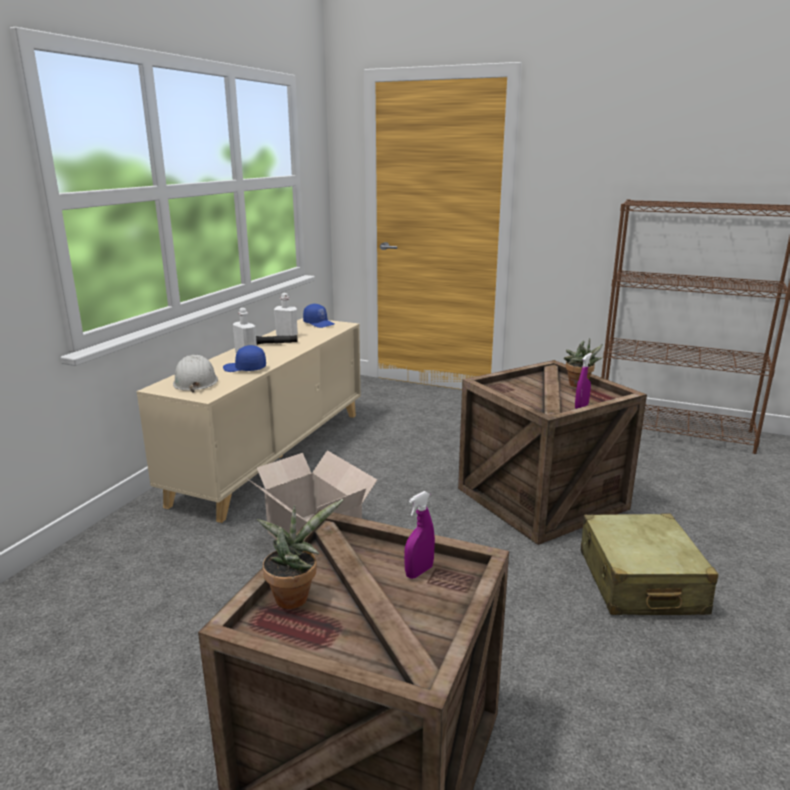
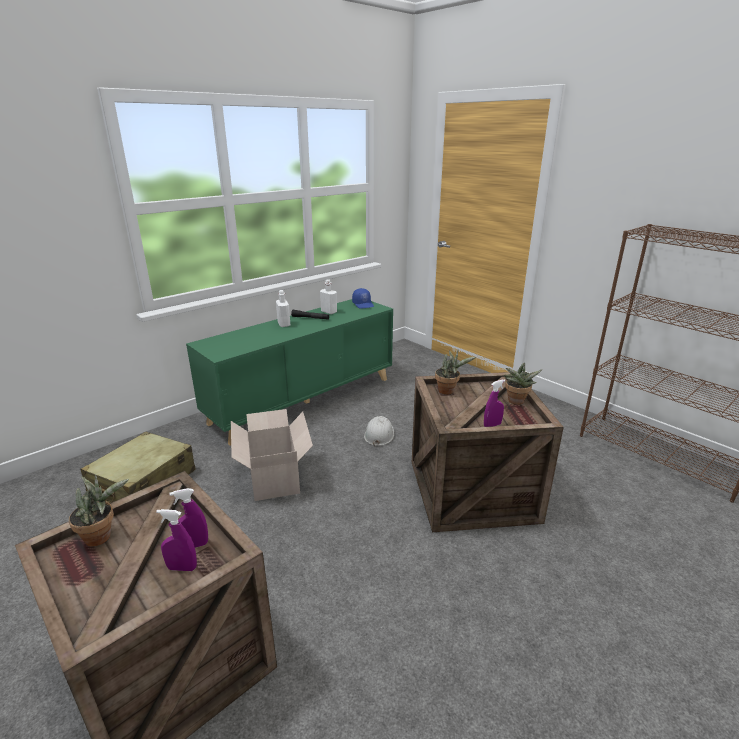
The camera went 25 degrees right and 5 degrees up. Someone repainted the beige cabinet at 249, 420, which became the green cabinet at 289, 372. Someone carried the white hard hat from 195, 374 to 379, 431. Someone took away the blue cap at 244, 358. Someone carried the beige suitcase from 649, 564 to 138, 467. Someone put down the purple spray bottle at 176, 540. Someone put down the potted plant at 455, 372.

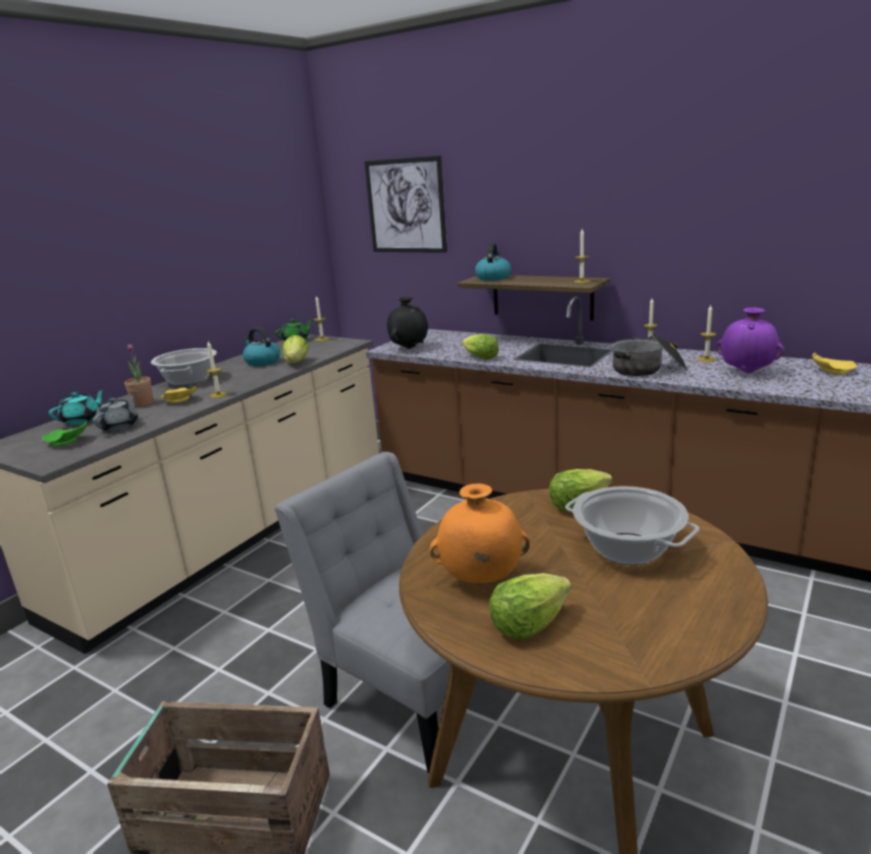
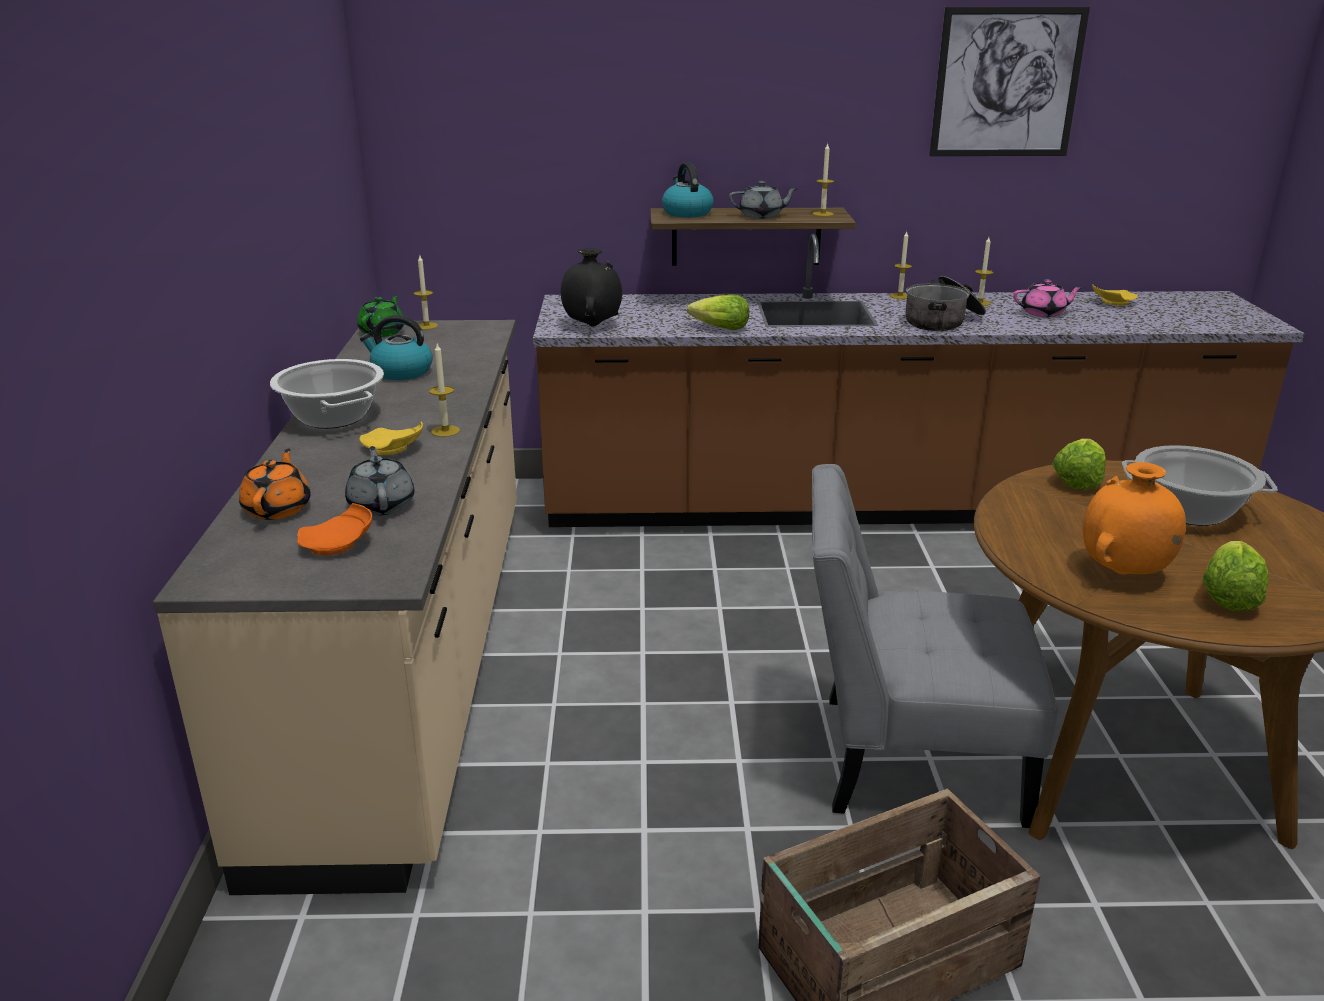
The camera went 35 degrees left and 5 degrees up. Someone repainted the green plate at 64, 433, which became the orange plate at 334, 529. Someone repainted the turquoise teapot at 77, 407, which became the orange teapot at 275, 484. Someone took away the potted plant at 139, 375. Someone took away the lettuce at 296, 349. Someone carried the picture from 405, 204 to 1009, 81. Someone swapped the purple vase at 750, 340 for the pink teapot at 1048, 298. Someone put down the grey teapot at 763, 200.

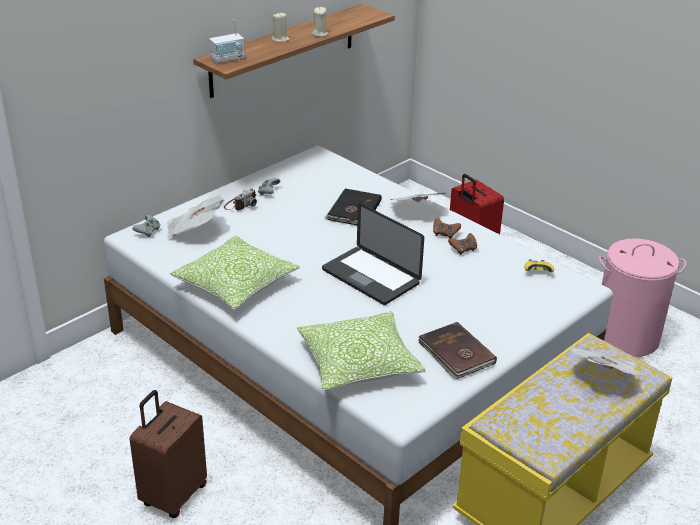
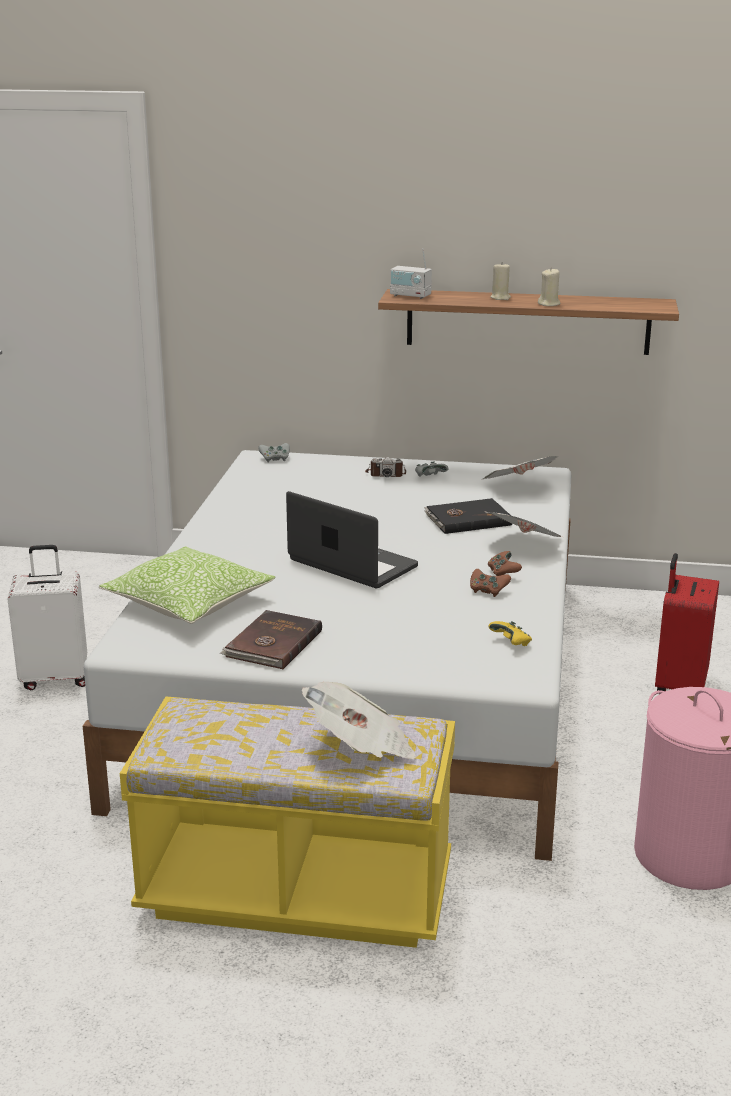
The camera went 55 degrees right and 10 degrees down. Someone repainted the brown suitcase at 168, 454, which became the white suitcase at 47, 617. Someone carried the newspaper from 196, 216 to 520, 467. Someone took away the pillow at 235, 272. Someone rotated the laptop at 373, 254 by 120 degrees clockwise.

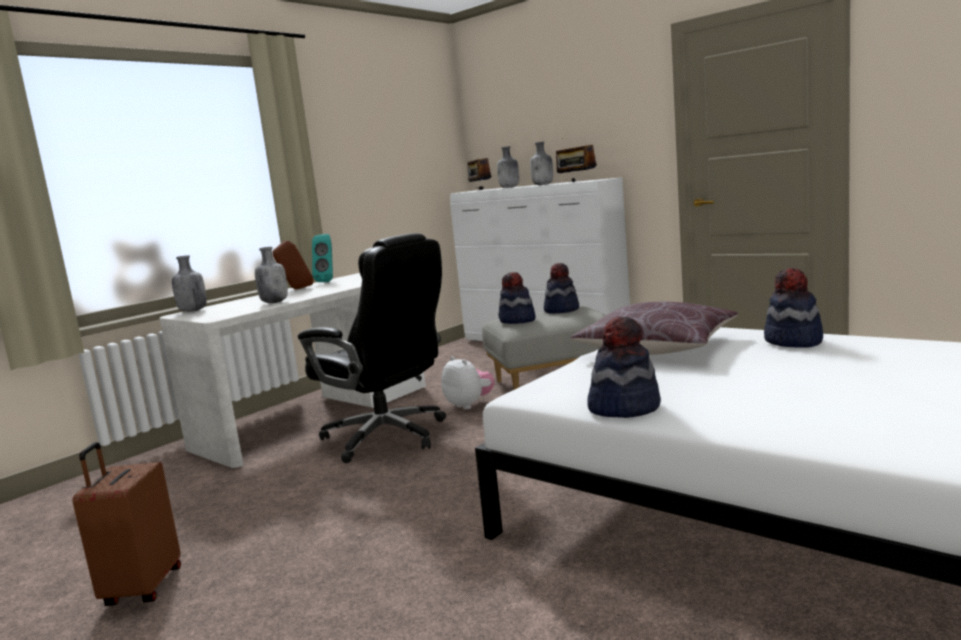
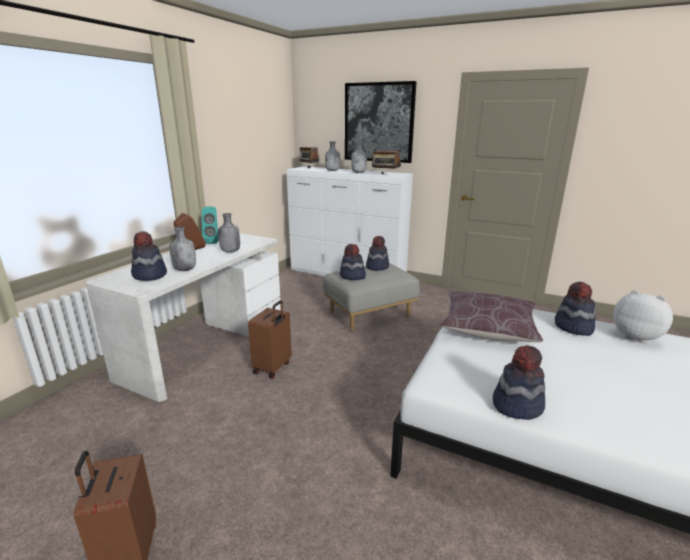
The camera went 15 degrees left and 10 degrees up. Someone carried the grey bottle from 189, 283 to 229, 233. Someone swapped the black office chair at 372, 348 for the brown suitcase at 270, 339. Someone carried the plush toy from 468, 383 to 643, 316. Someone put down the hat at 149, 256. Someone put up the picture at 381, 122.

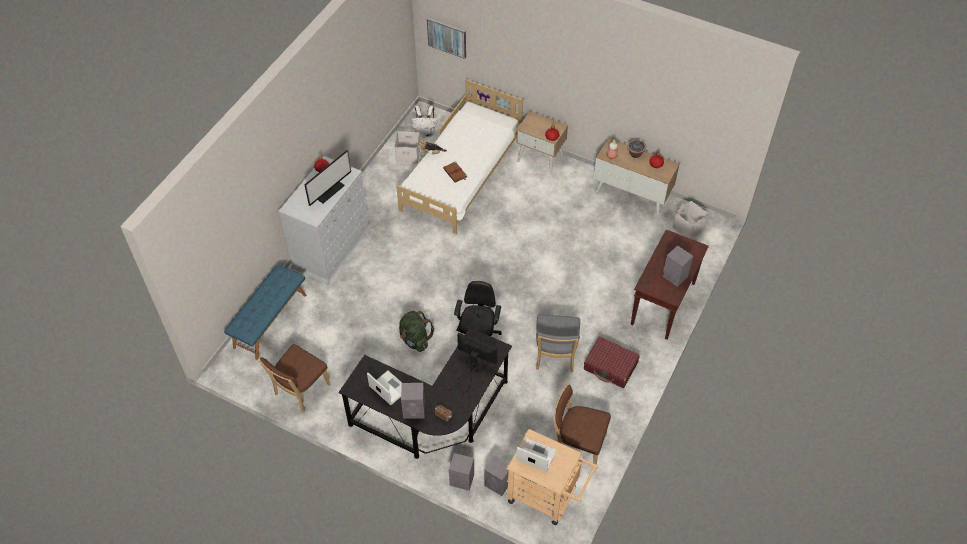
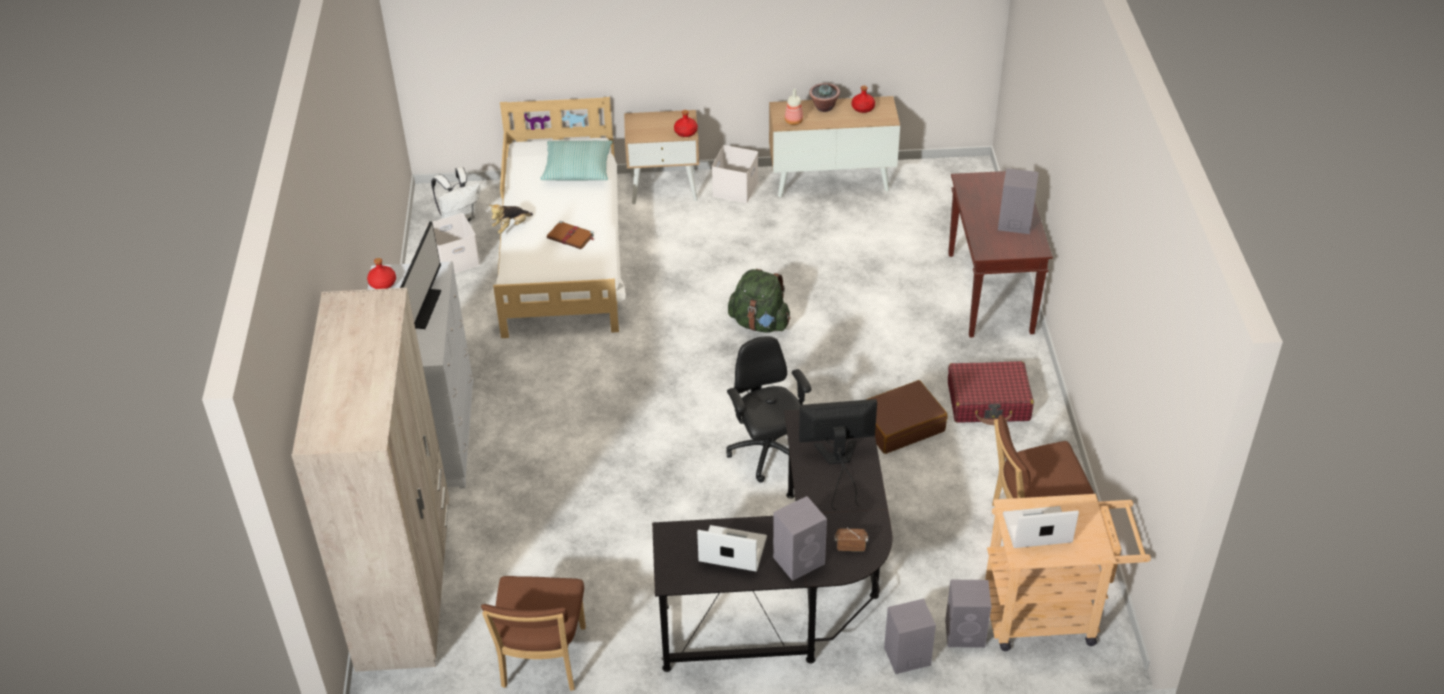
The camera went 30 degrees left and 10 degrees down. Someone swapped the blue bench at 265, 312 for the beige wardrobe at 370, 480. Someone carried the green backpack from 416, 331 to 759, 301. Someone took away the picture at 446, 38. Someone swapped the grey chair at 558, 343 for the brown suitcase at 906, 417. Someone carried the white storage box from 690, 220 to 735, 174. Someone put down the pillow at 576, 160.

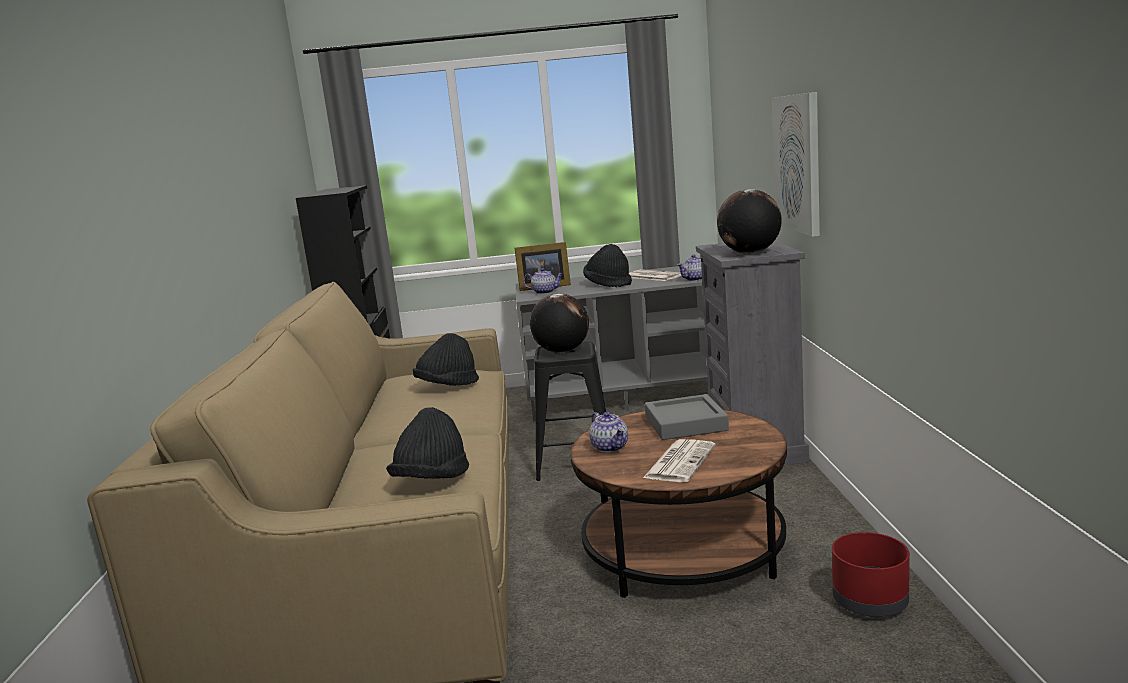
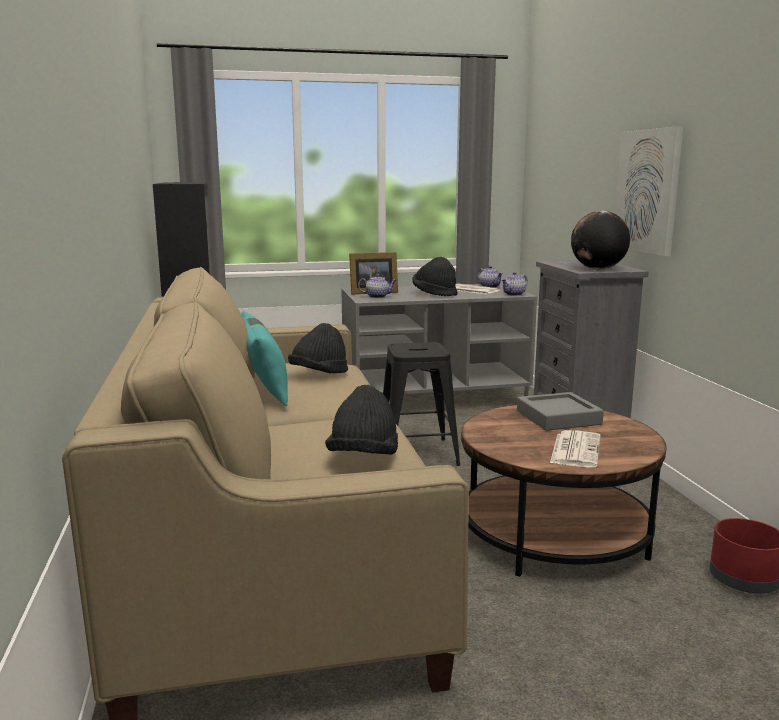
The camera went 10 degrees left and 0 degrees up. Someone took away the globe at 559, 323. Someone carried the teapot from 608, 432 to 490, 277. Someone put down the turquoise pillow at 264, 358.

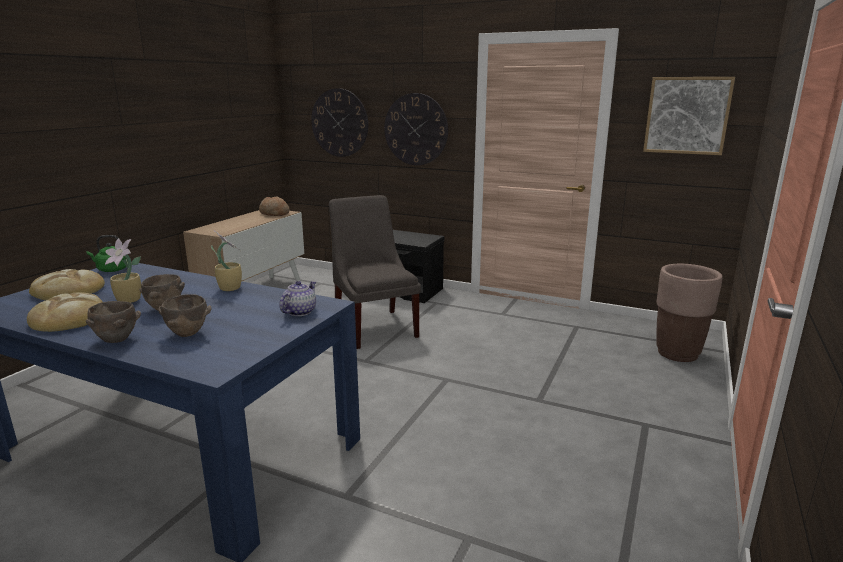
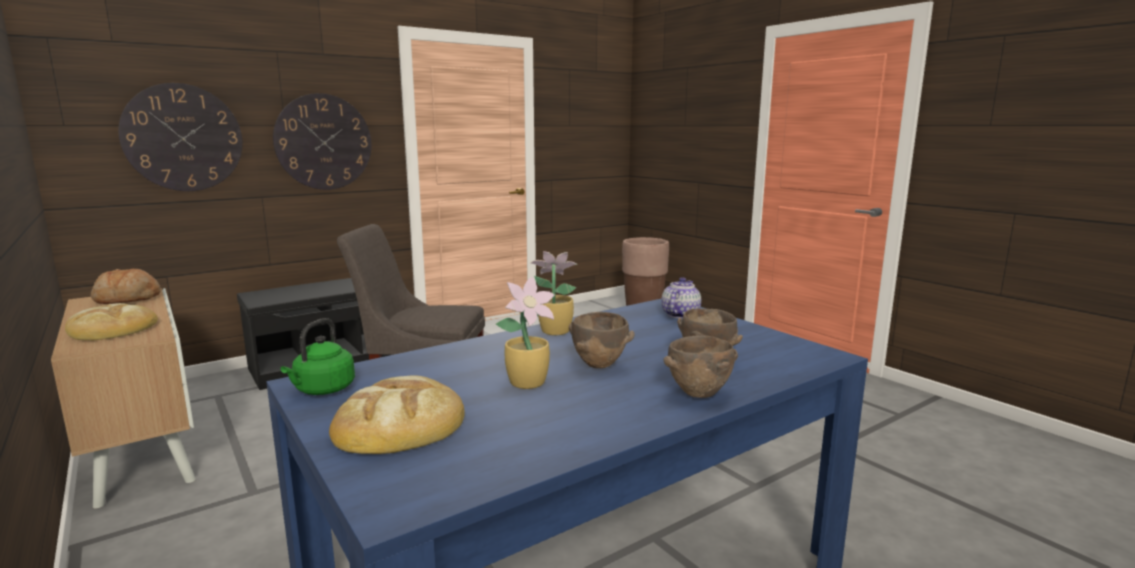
The camera went 60 degrees left and 5 degrees down. Someone carried the bread from 64, 312 to 111, 322. Someone rotated the teapot at 297, 298 by 60 degrees clockwise. Someone took away the picture at 689, 116.

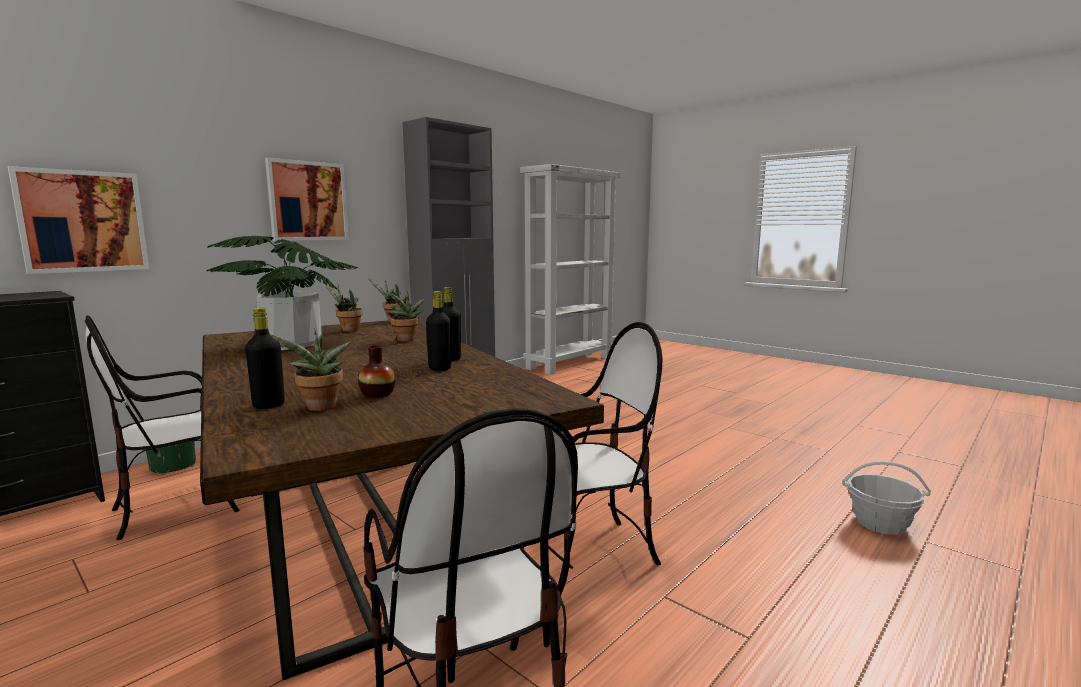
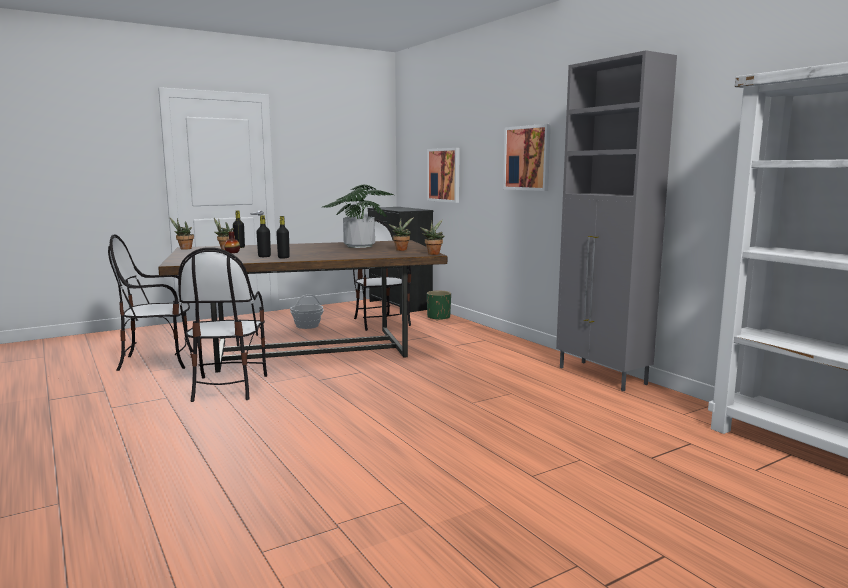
The camera went 105 degrees right and 0 degrees up. Someone carried the potted plant from 406, 316 to 181, 233. Someone carried the basket from 886, 498 to 307, 311.

